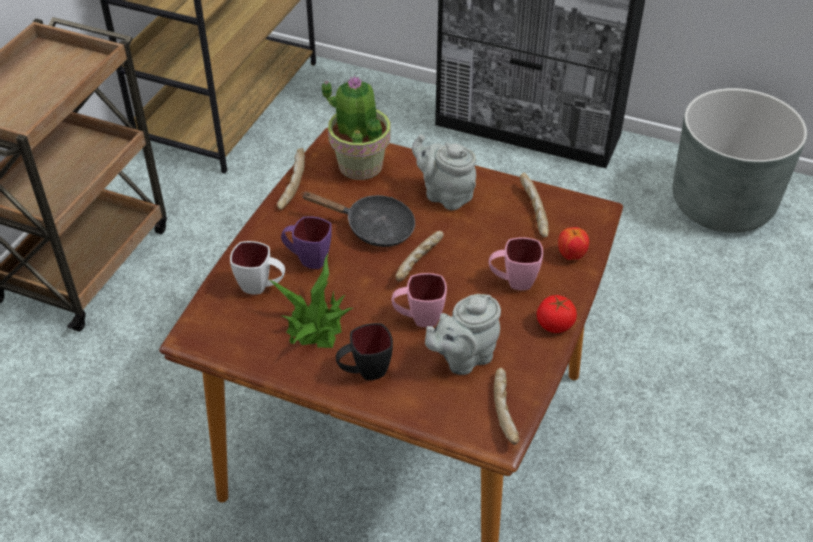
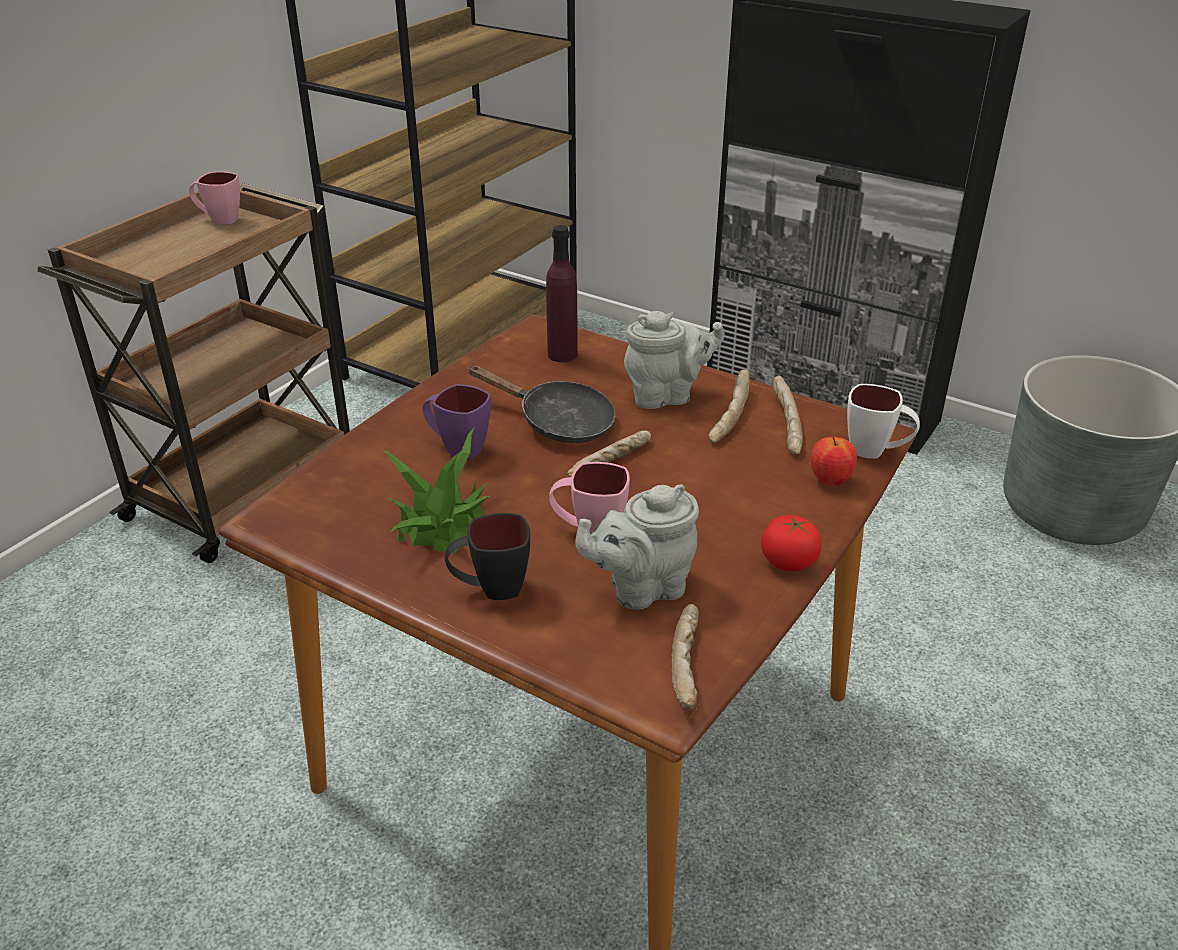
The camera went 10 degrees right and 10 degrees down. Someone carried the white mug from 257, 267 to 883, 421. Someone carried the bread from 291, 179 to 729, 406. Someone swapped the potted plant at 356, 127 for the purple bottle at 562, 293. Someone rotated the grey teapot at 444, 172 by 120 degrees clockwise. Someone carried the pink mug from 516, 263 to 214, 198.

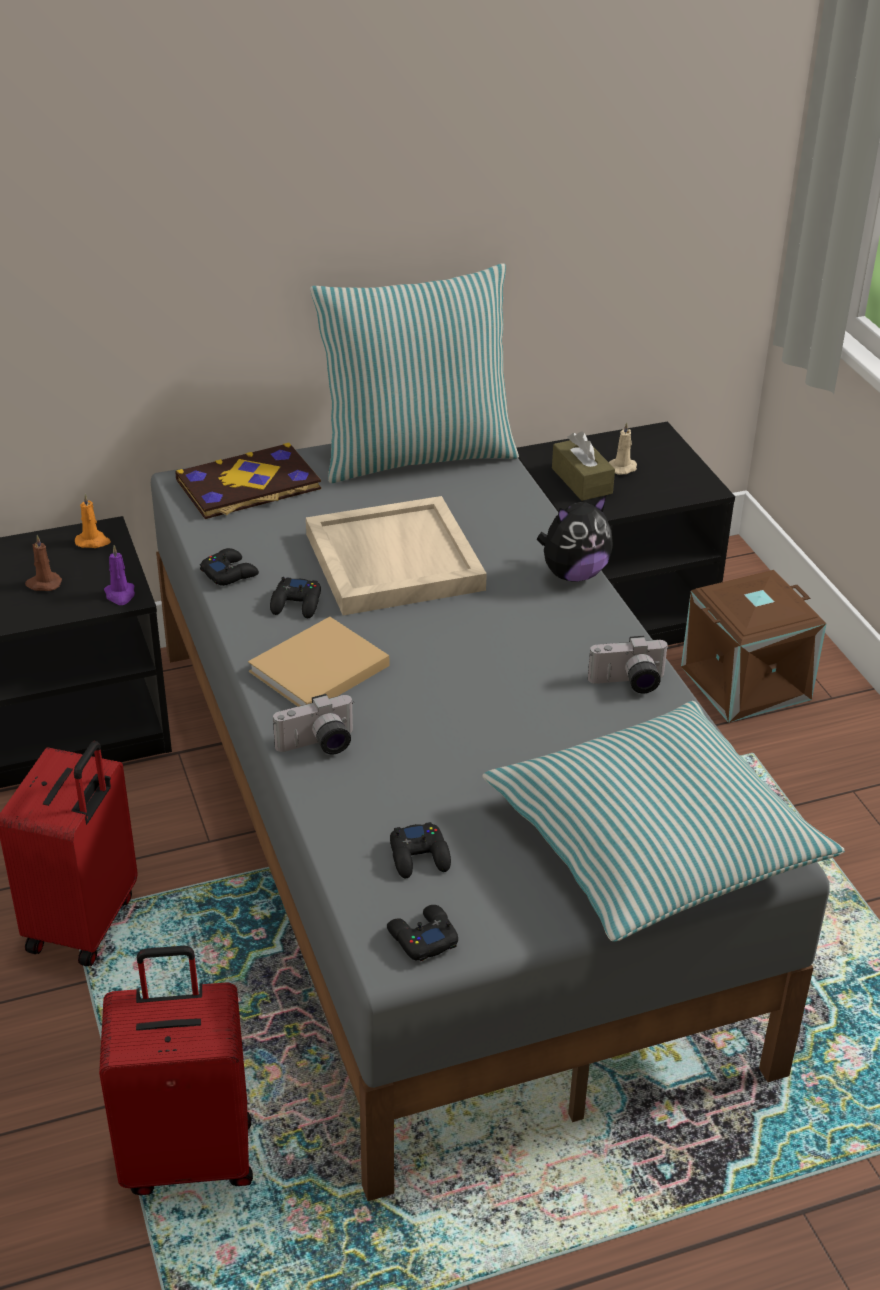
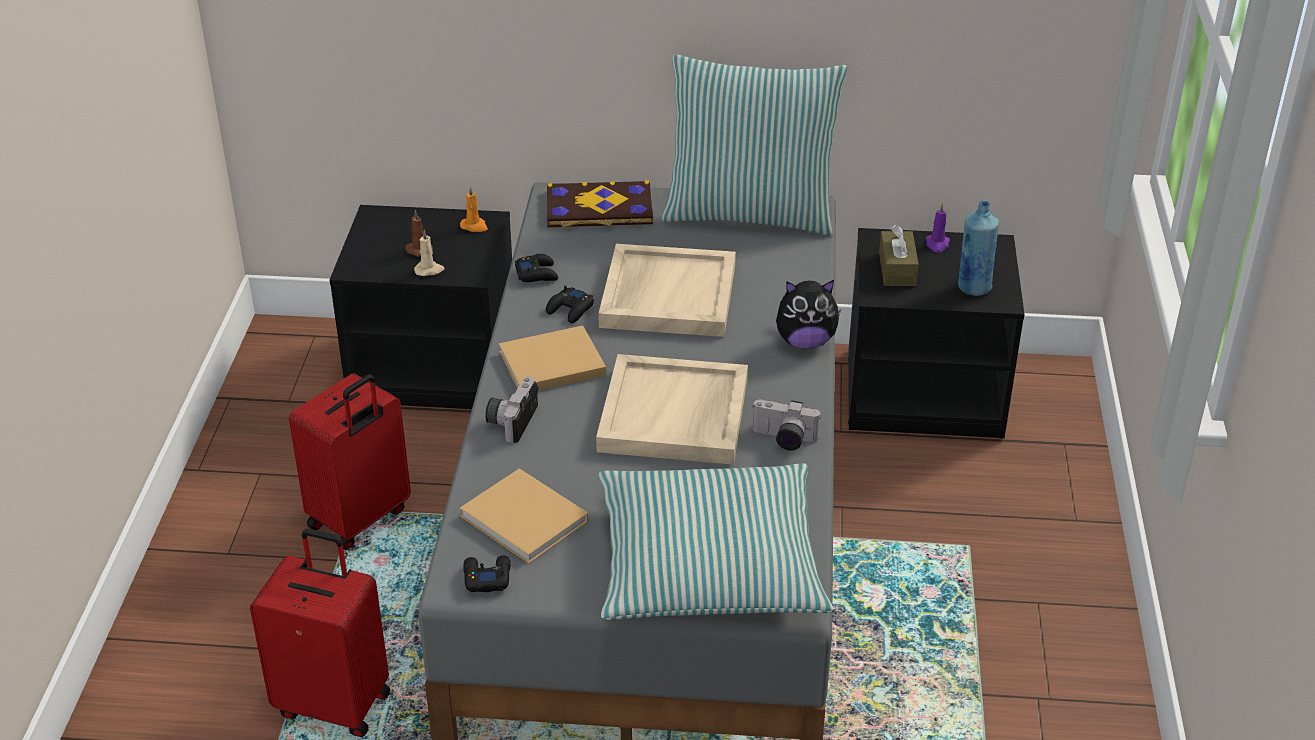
The camera went 25 degrees right and 0 degrees up. Someone carried the purple candle from 119, 575 to 938, 228. Someone rotated the photo camera at 313, 724 by 105 degrees clockwise. Someone swapped the black game controller at 420, 850 for the beige book at 524, 516. Someone carried the beige candle from 623, 448 to 429, 253. Someone took away the brown storage box at 754, 646. Someone put down the beige tray at 672, 409. Someone put down the blue bottle at 978, 248.

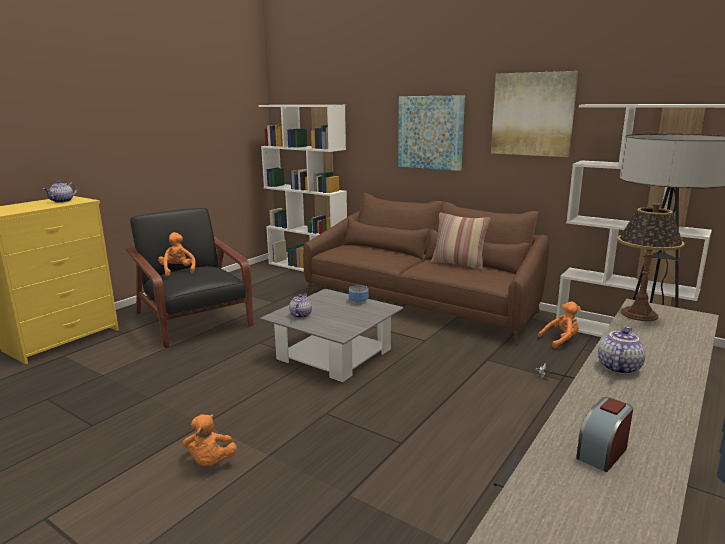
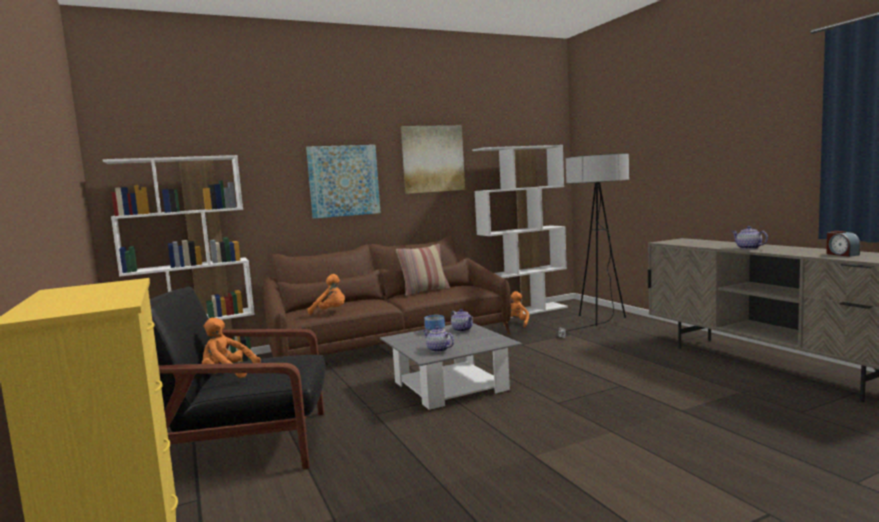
The camera went 60 degrees left and 10 degrees down. Someone carried the teapot from 60, 192 to 462, 320. Someone carried the orange plush toy from 210, 440 to 326, 294. Someone took away the table lamp at 650, 261.

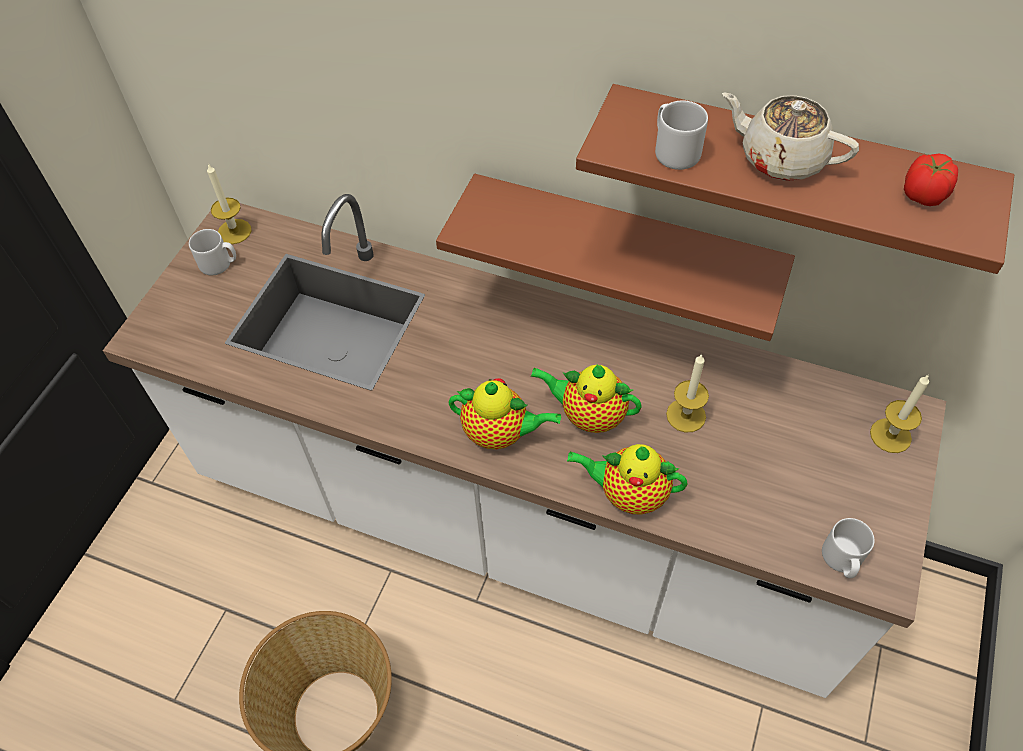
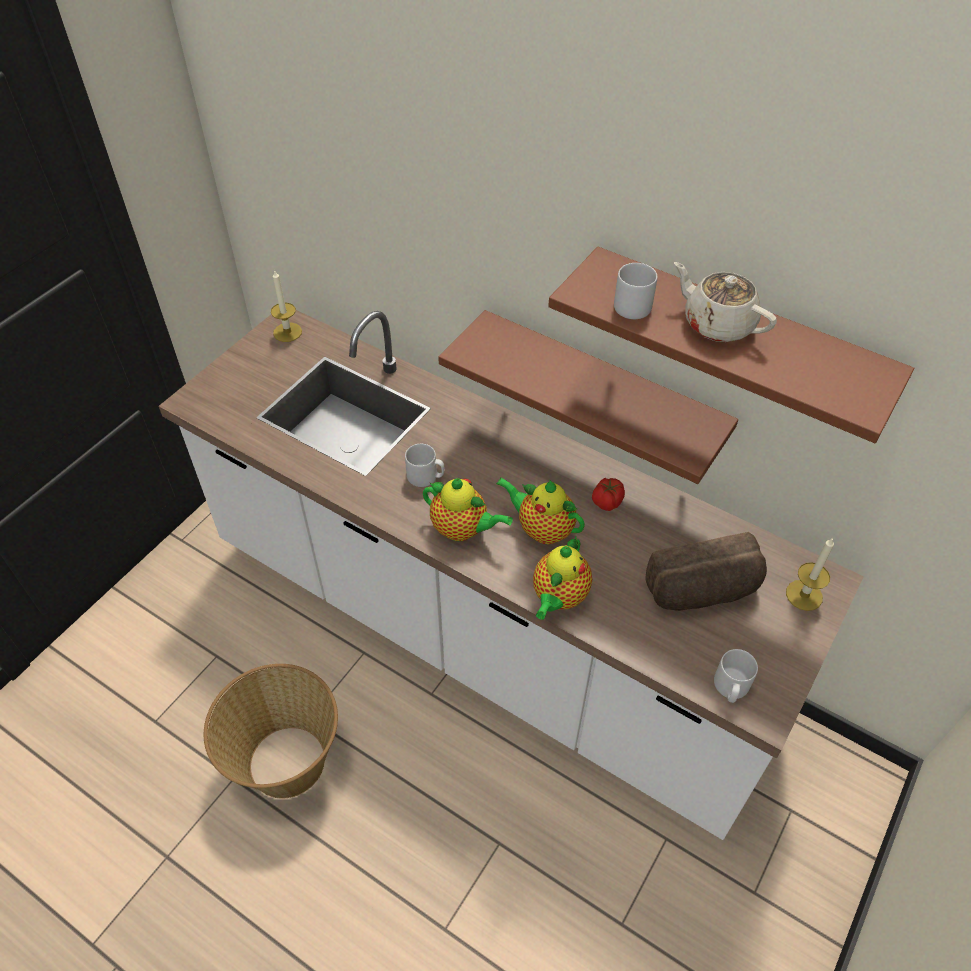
The camera went 10 degrees right and 5 degrees down. Someone carried the grey mug from 212, 252 to 425, 465. Someone rotated the teapot at 627, 479 by 90 degrees counterclockwise. Someone took away the candle at 687, 393. Someone carried the tomato from 931, 179 to 608, 494. Someone put down the bread at 706, 571.

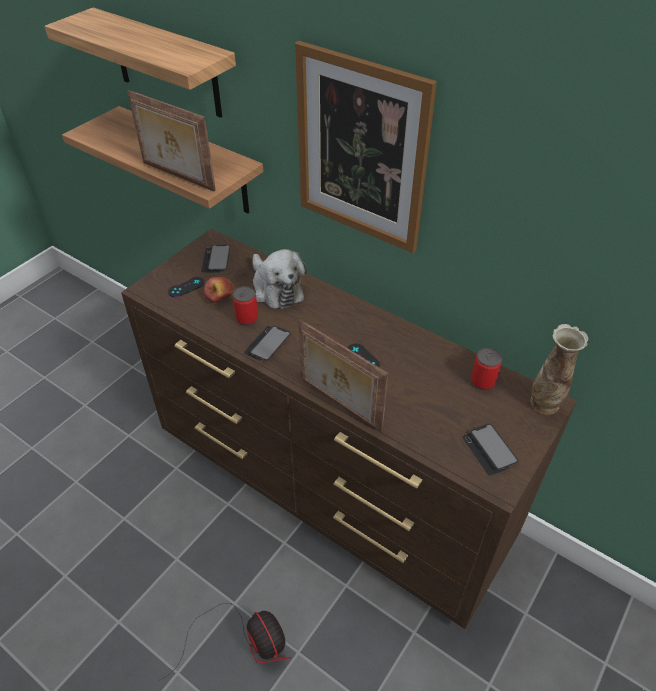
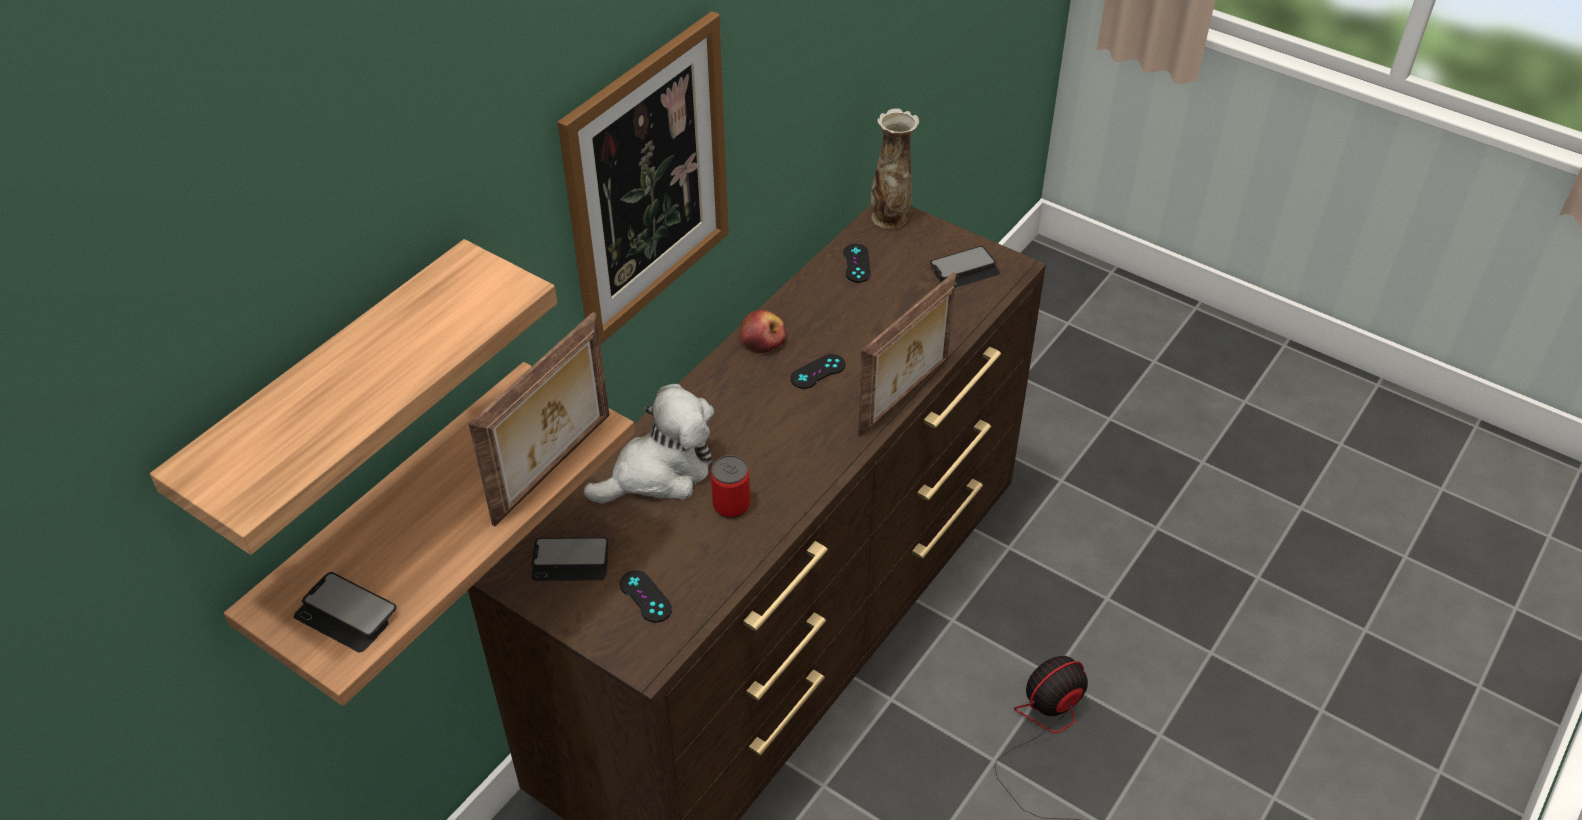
The camera went 90 degrees left and 0 degrees up. Someone carried the apple from 219, 290 to 762, 331. Someone carried the phone from 267, 343 to 345, 612. Someone swapped the can at 486, 369 for the black game controller at 857, 263.

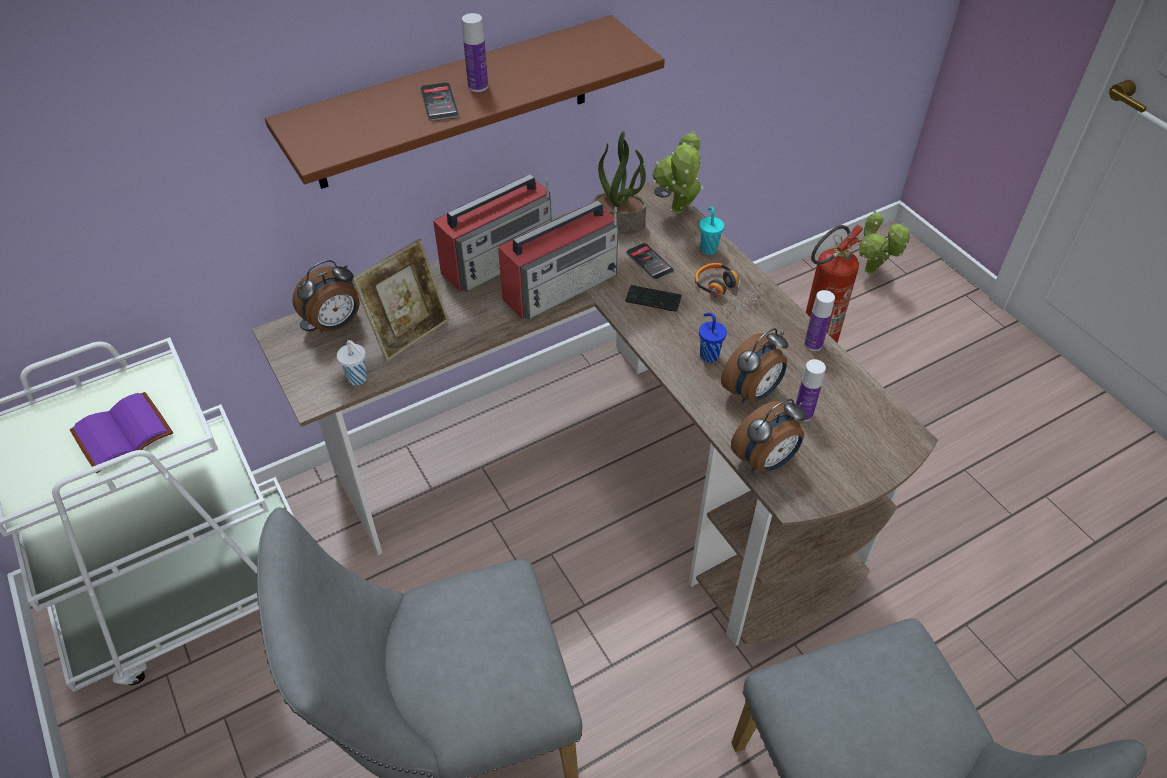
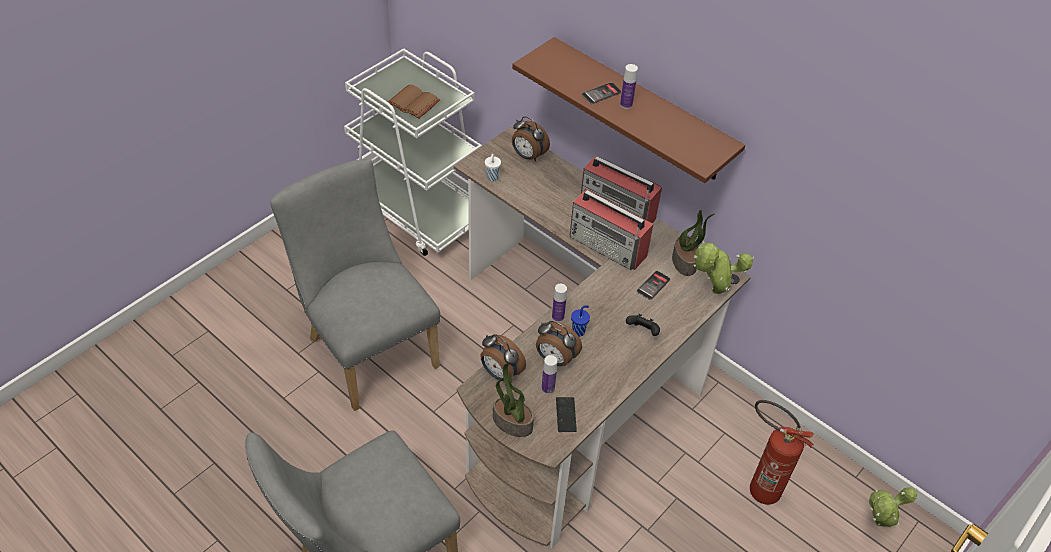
The camera went 70 degrees right and 0 degrees up. Someone repainted the purple book at 121, 432, which became the brown book at 414, 101. Someone took away the picture frame at 400, 300. Someone carried the phone from 653, 298 to 566, 414. Someone swapped the headphones at 729, 289 for the black game controller at 643, 325. Someone took away the turquoise cup at 711, 231. Someone carried the bottle from 819, 320 to 559, 303. Someone put down the potted plant at 513, 400.

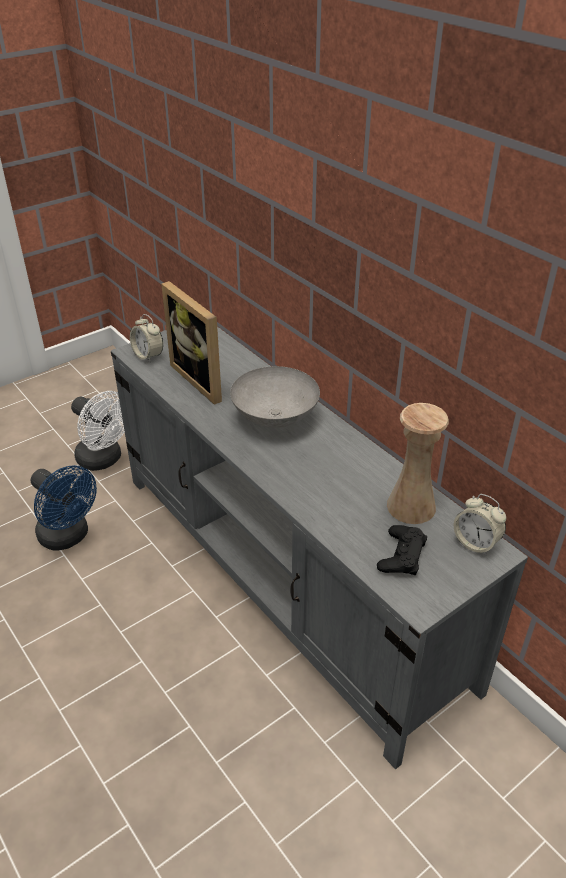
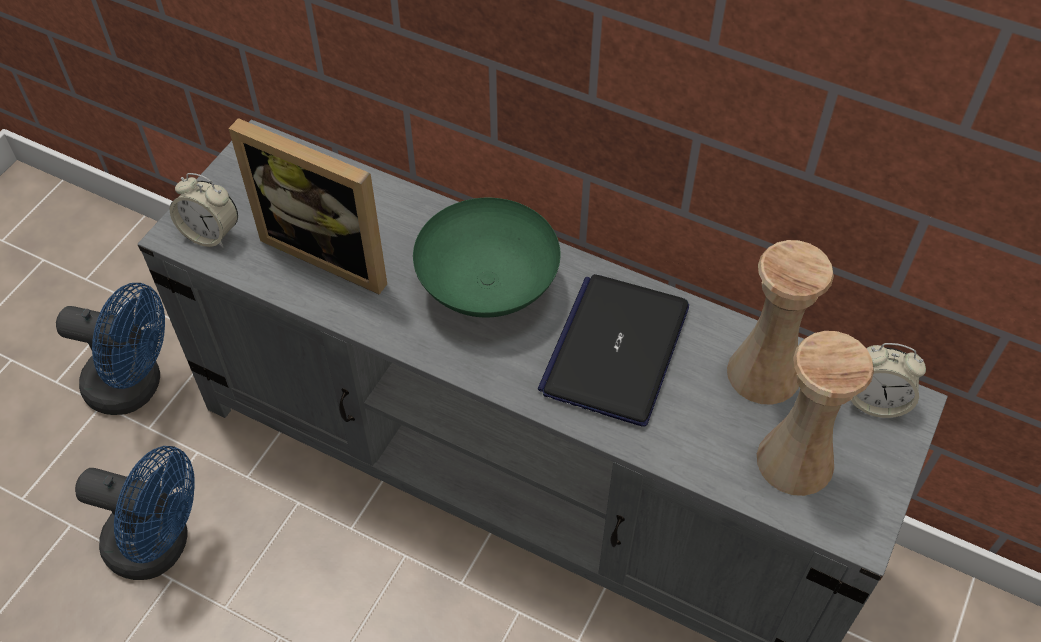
The camera went 25 degrees left and 15 degrees up. Someone repainted the white fan at 98, 431, which became the blue fan at 110, 349. Someone repainted the grey bowl at 275, 397, which became the green bowl at 487, 257. Someone swapped the black game controller at 402, 550 for the beige vase at 815, 413. Someone put down the laptop at 613, 350.

